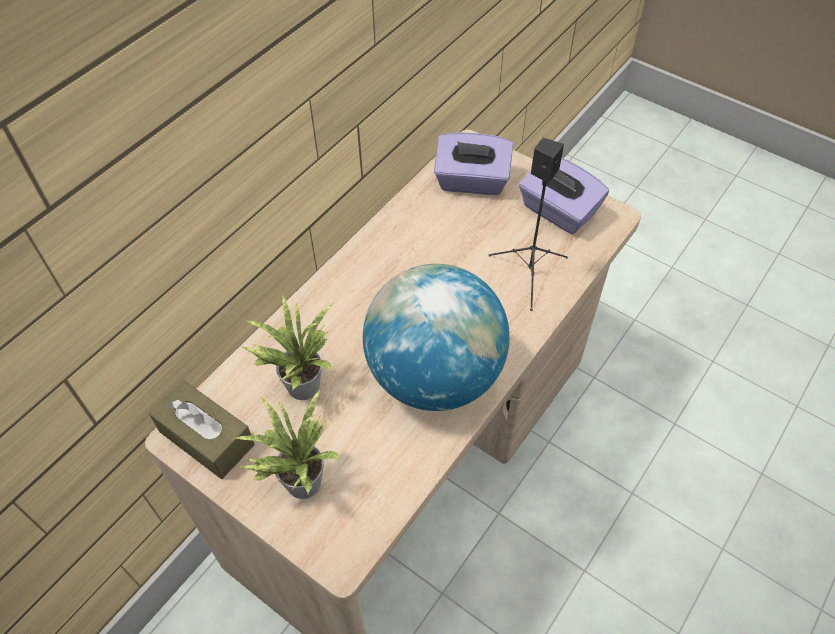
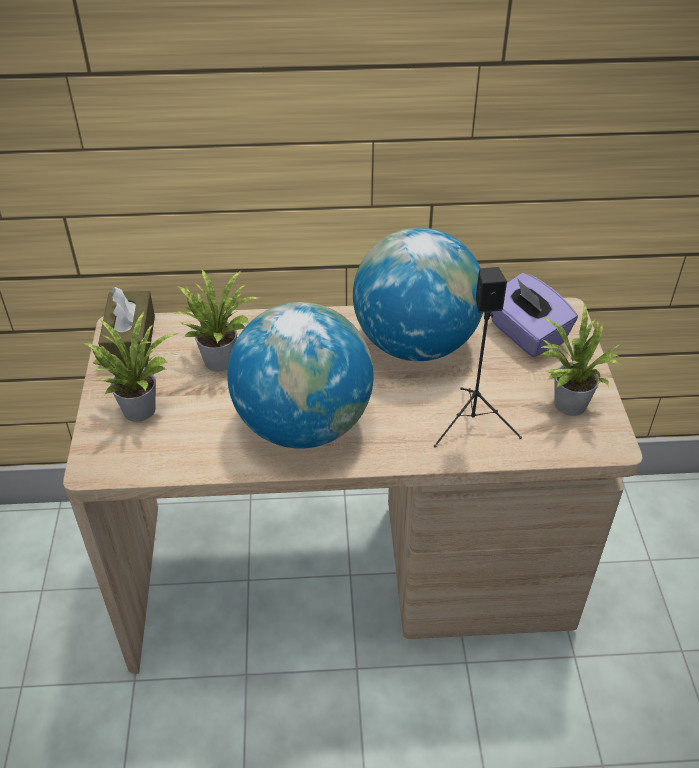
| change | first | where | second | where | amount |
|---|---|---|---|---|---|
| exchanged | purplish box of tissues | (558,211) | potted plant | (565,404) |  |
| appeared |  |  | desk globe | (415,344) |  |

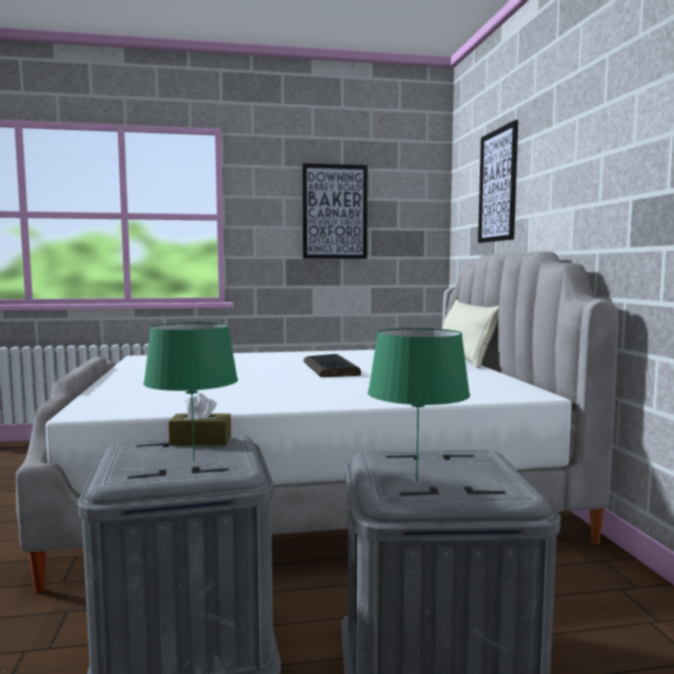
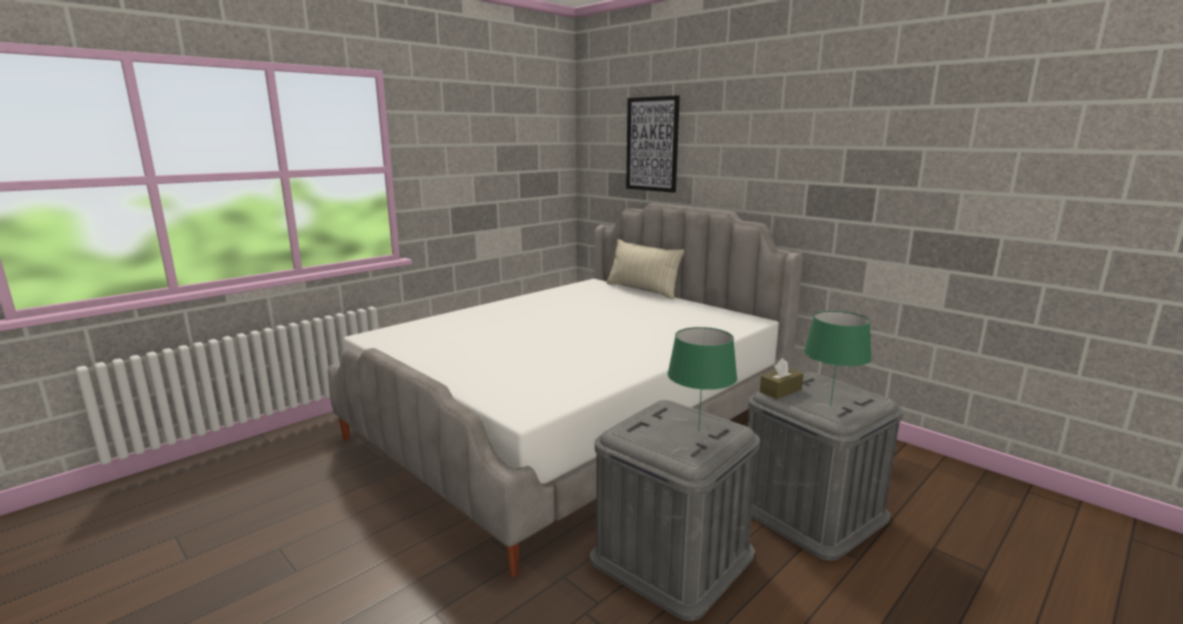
| change | first | where | second | where | amount |
|---|---|---|---|---|---|
| relocated | brownish box of tissues | (200,441) |  | (780,390) |  |
| missing | wall art | (334,212) |  |  |  |
| missing | PC keyboard | (331,368) |  |  |  |

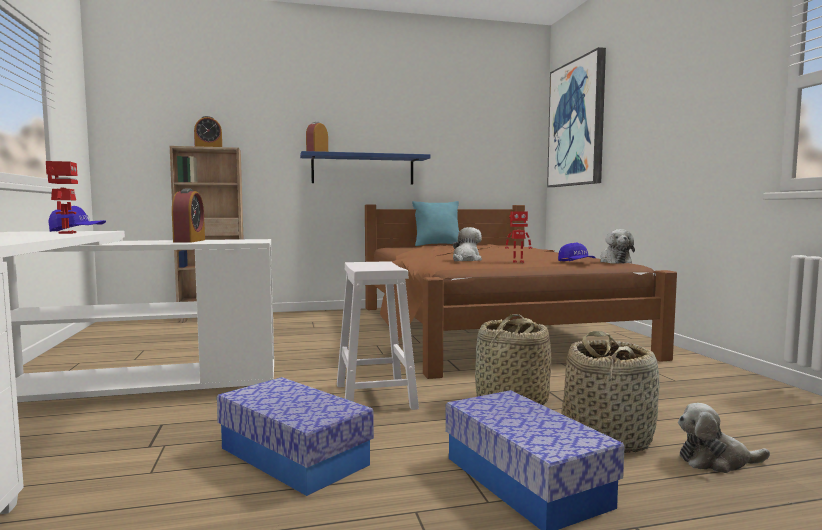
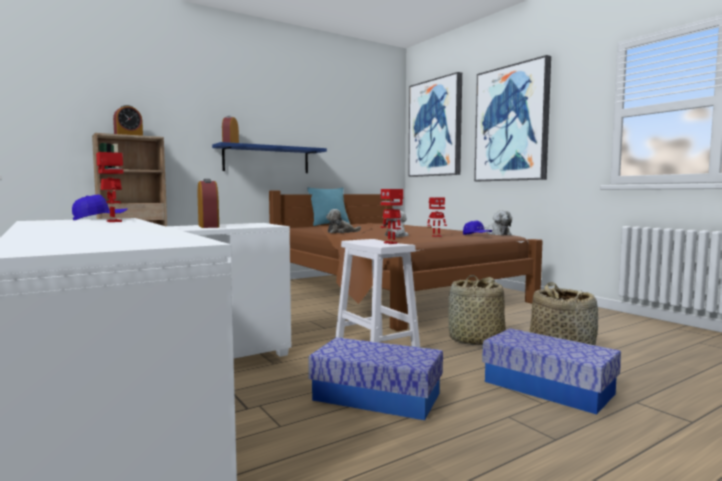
| change | first | where | second | where | amount |
|---|---|---|---|---|---|
| relocated | soft toy | (716,461) |  | (341,232) |  |
| appeared |  |  | robot figure | (391,243) |  |
| appeared |  |  | wall art | (512,124) |  |

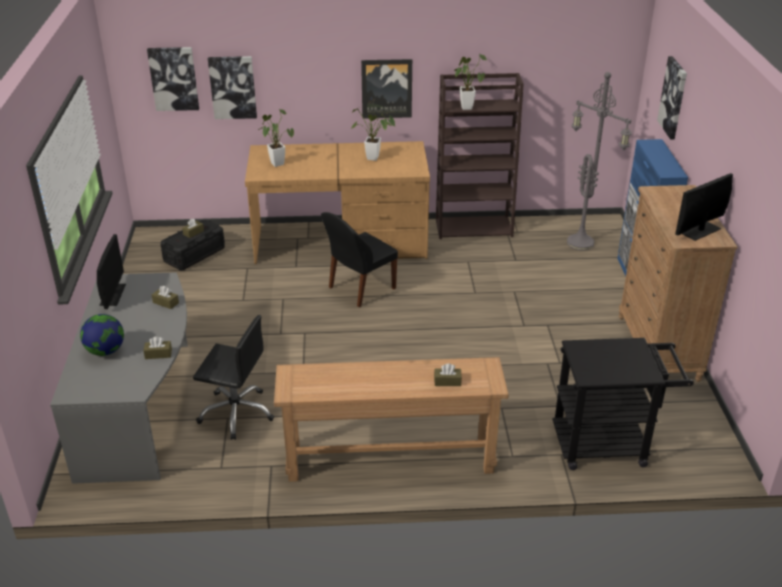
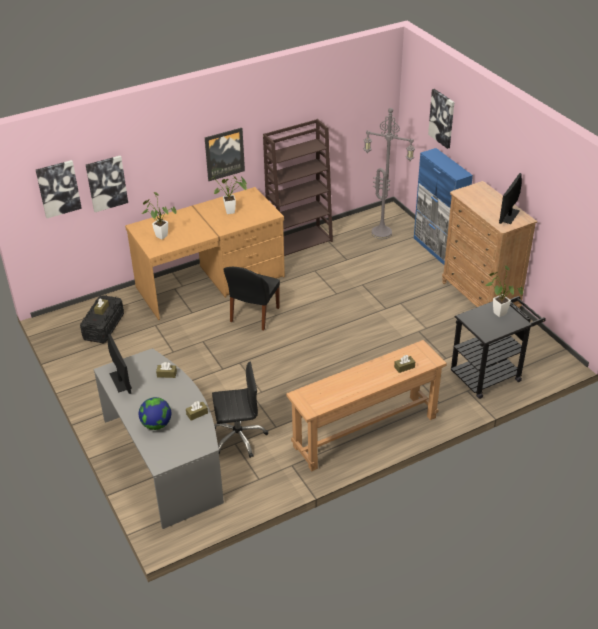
| change | first | where | second | where | amount |
|---|---|---|---|---|---|
| relocated | potted plant | (466,106) |  | (498,312) |  |

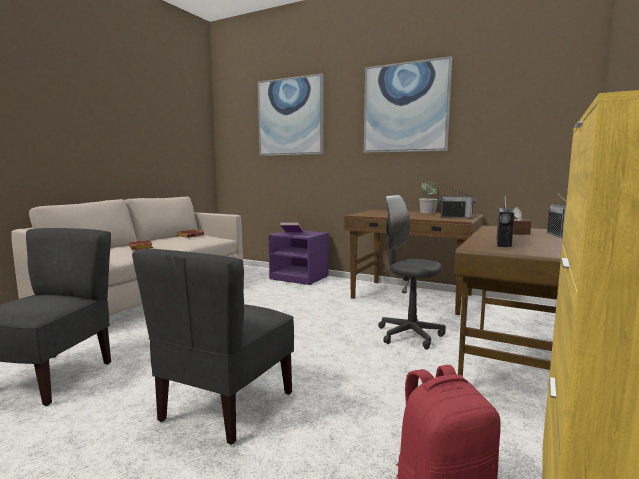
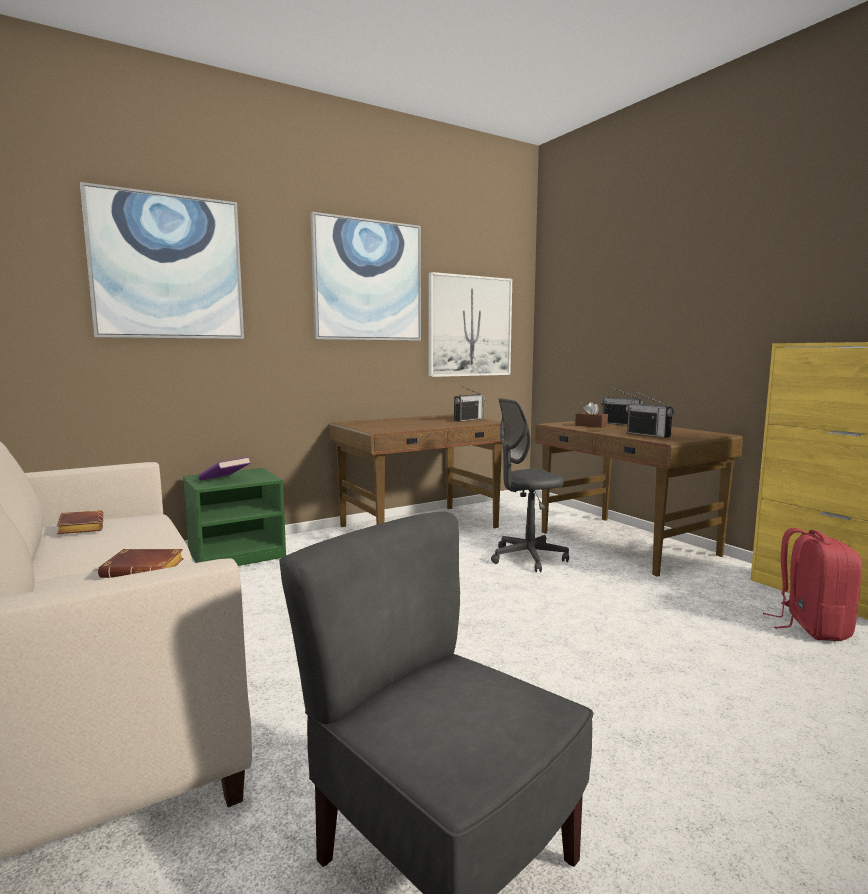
| change | first | where | second | where | amount |
|---|---|---|---|---|---|
| missing | grey chair | (225,406) |  |  |  |
| colour | purplish nightstand | (300,278) | green-coloured nightstand | (237,555) |  |
| missing | potted plant | (427,212) |  |  |  |
| appeared |  |  | wall art | (470,326) |  |

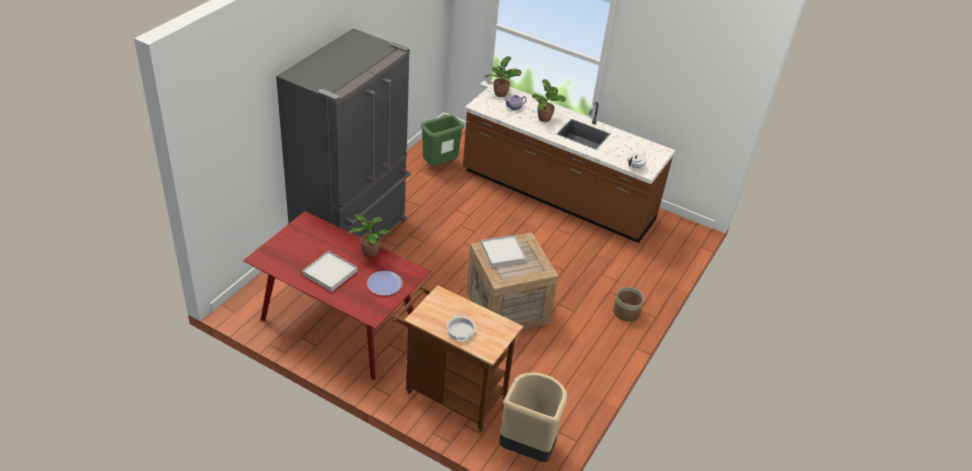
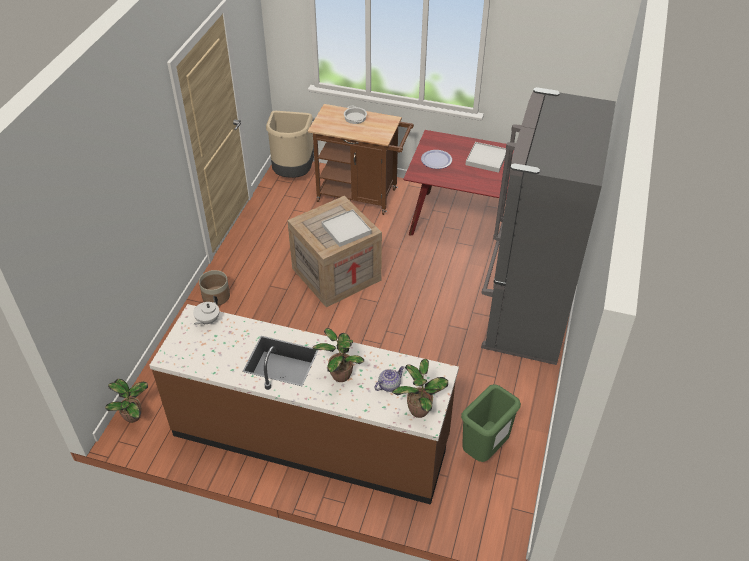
| change | first | where | second | where | amount |
|---|---|---|---|---|---|
| relocated | potted plant | (369,252) |  | (134,416) |  |

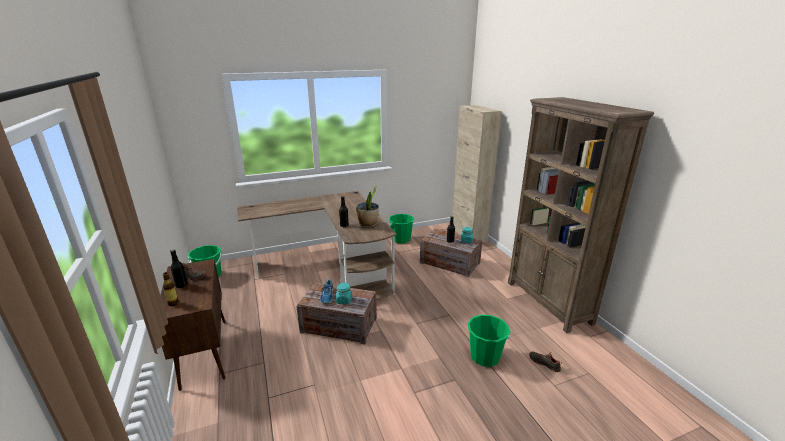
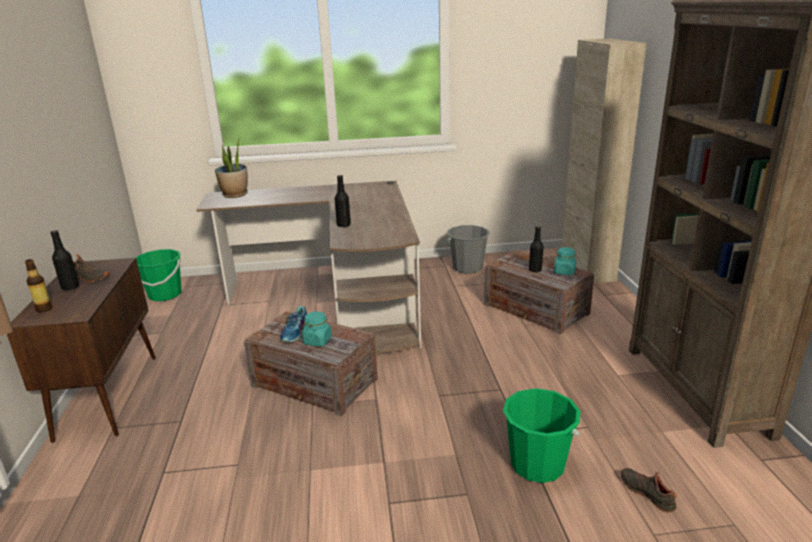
| change | first | where | second | where | amount |
|---|---|---|---|---|---|
| relocated | potted plant | (368,224) |  | (235,195) |  |
| colour | green-coloured water bucket | (401,239) | grey water bucket | (467,268) |  |

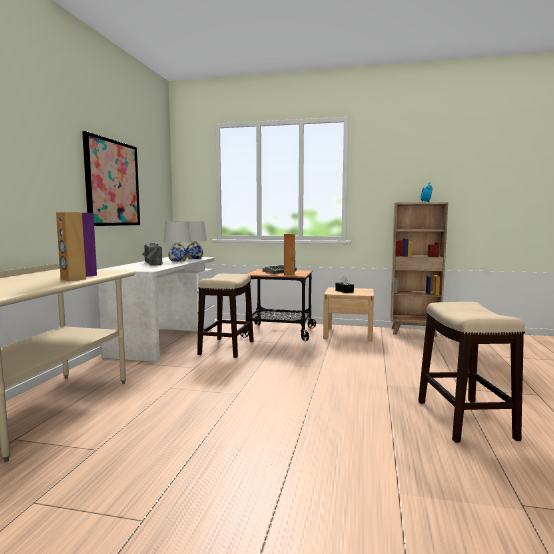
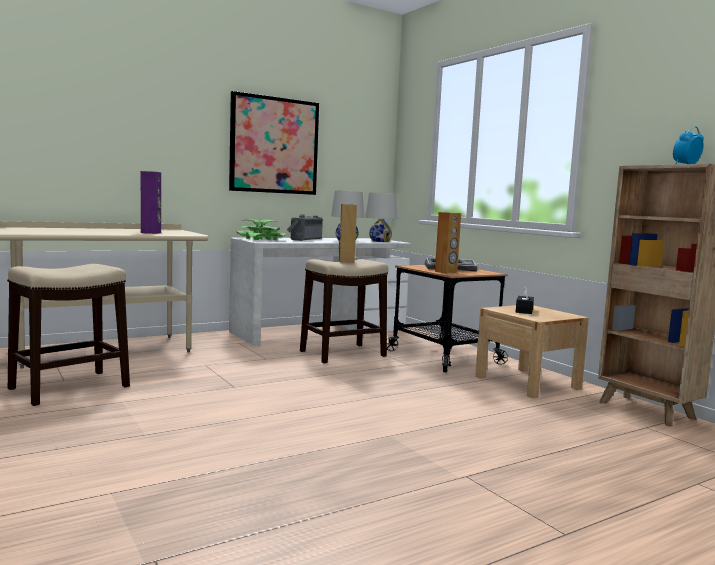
| change | first | where | second | where | amount |
|---|---|---|---|---|---|
| relocated | brownish loudspeaker | (73,279) |  | (346,261) |  |
| relocated | stool seat | (465,420) |  | (68,388) |  |
| appeared |  |  | potted plant | (260,239) |  |

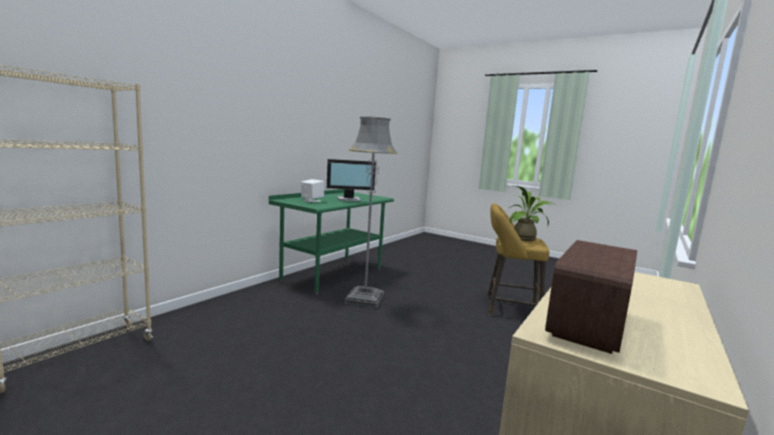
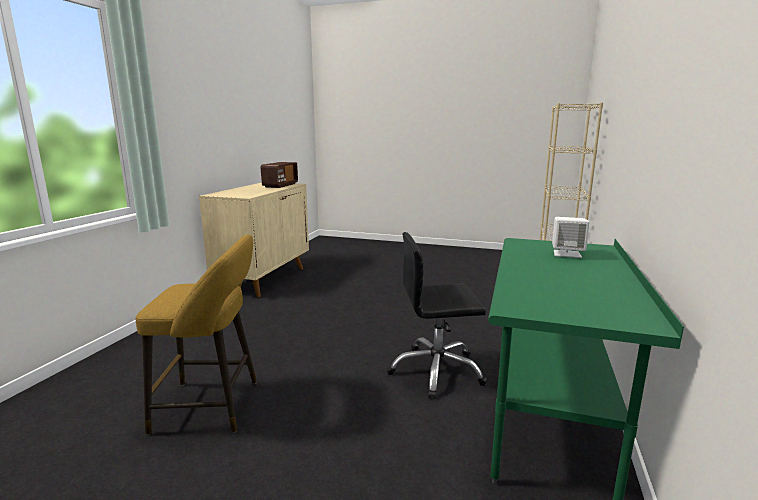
| change | first | where | second | where | amount |
|---|---|---|---|---|---|
| missing | computer screen | (349,199) |  |  |  |
| exchanged | grey standard lamp | (364,299) | blackish computer chair | (436,371) |  |
| missing | potted plant | (527,239) |  |  |  |

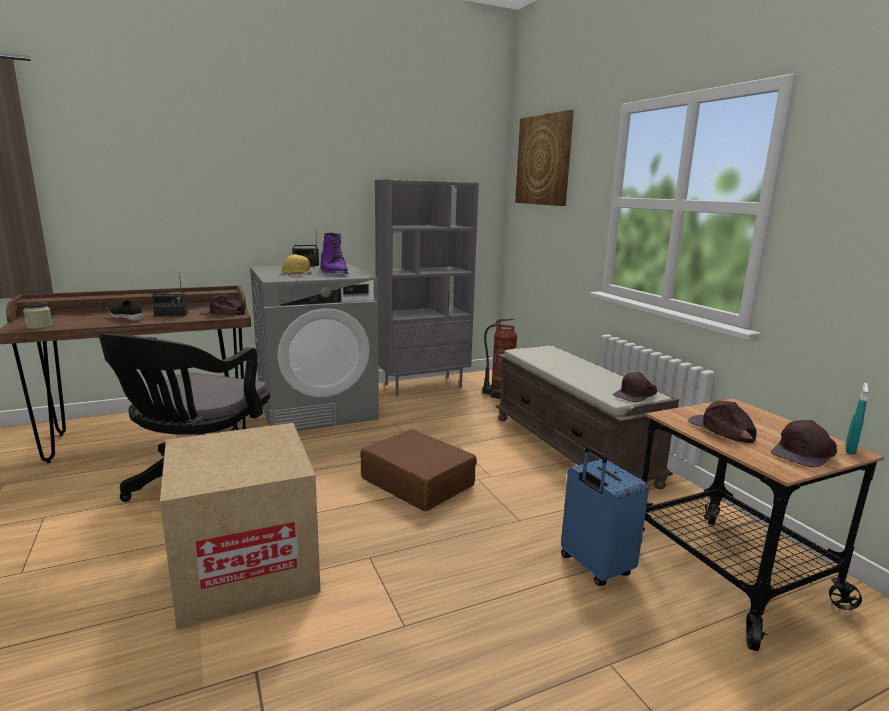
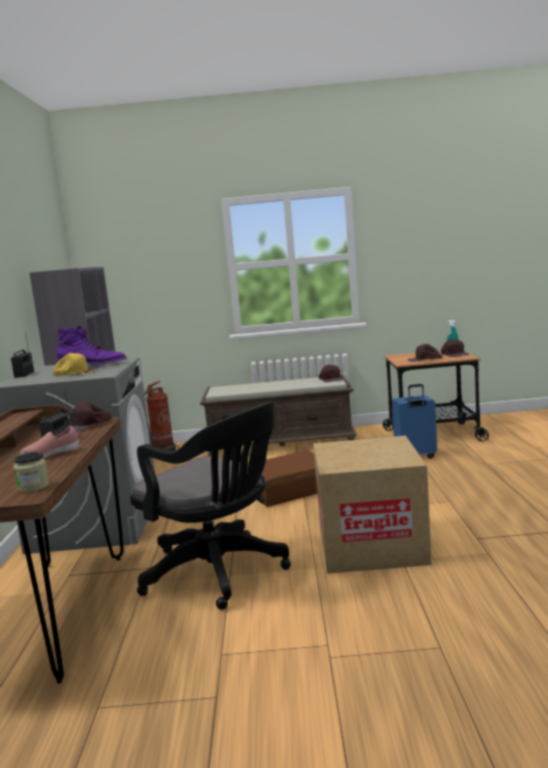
| change | first | where | second | where | amount |
|---|---|---|---|---|---|
| colour | blackish low shoe | (127,318) | pink low shoe | (50,455) |  |
| missing | wall art | (544,160) |  |  |  |

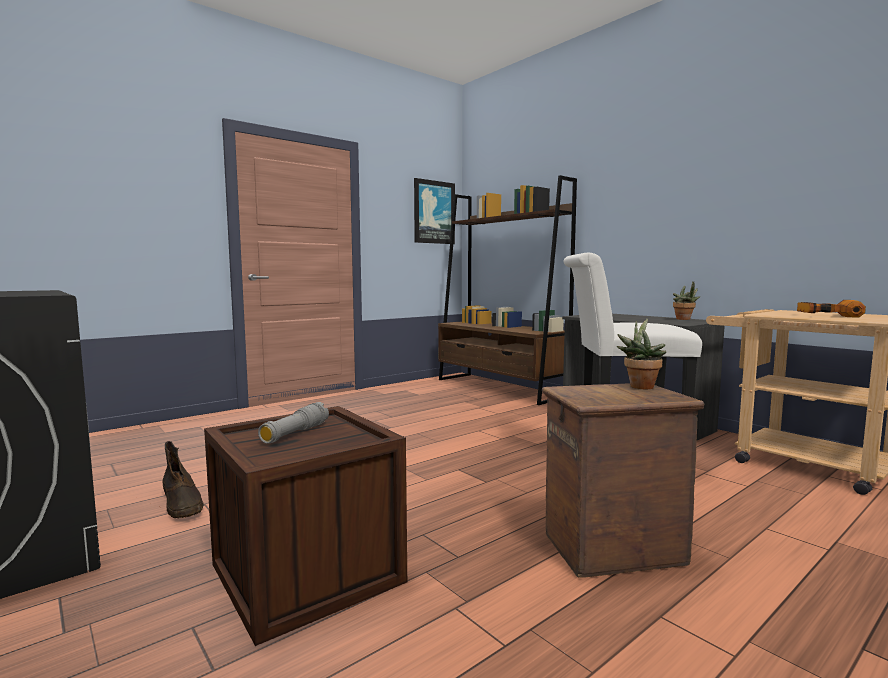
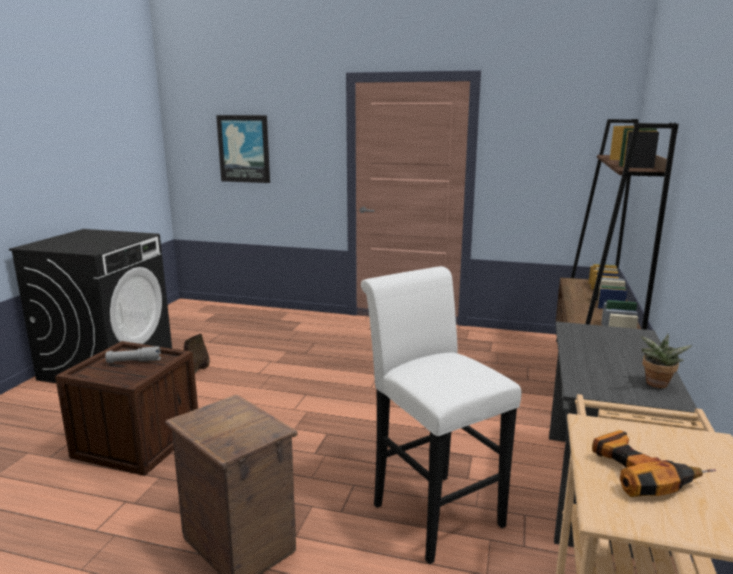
| change | first | where | second | where | amount |
|---|---|---|---|---|---|
| relocated | wall art | (434,212) |  | (244,149) |  |
| missing | potted plant | (640,386) |  |  |  |

